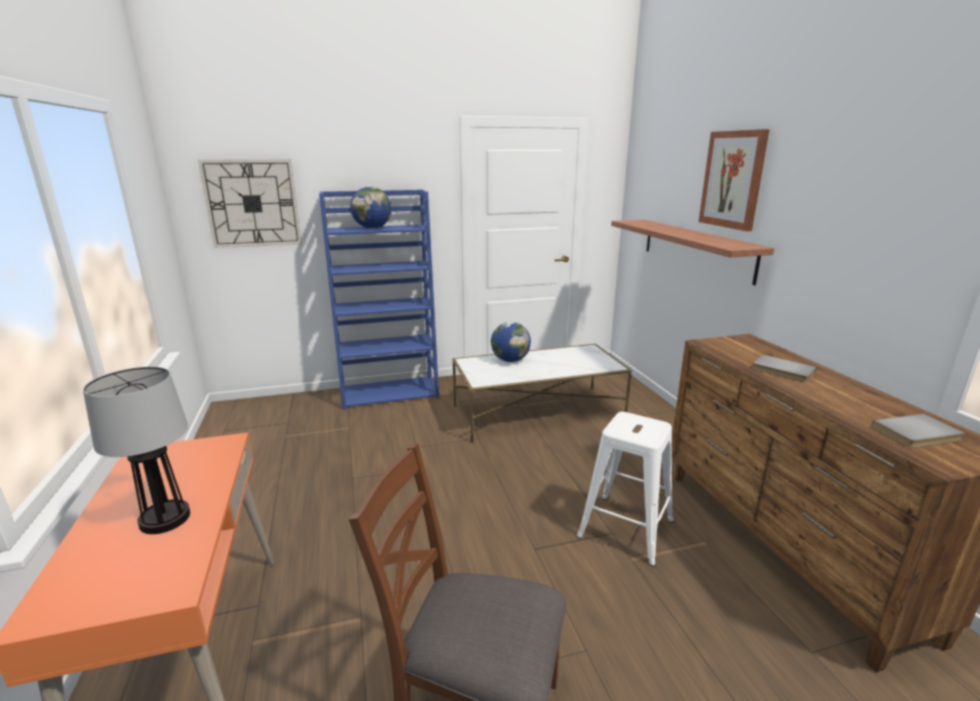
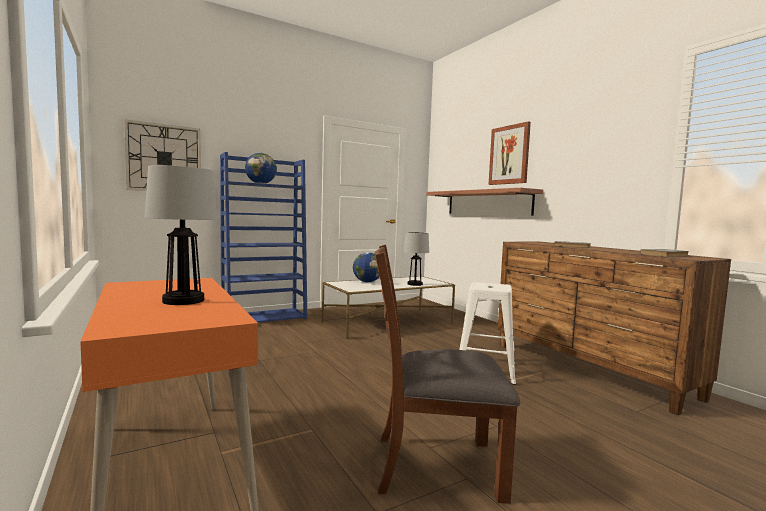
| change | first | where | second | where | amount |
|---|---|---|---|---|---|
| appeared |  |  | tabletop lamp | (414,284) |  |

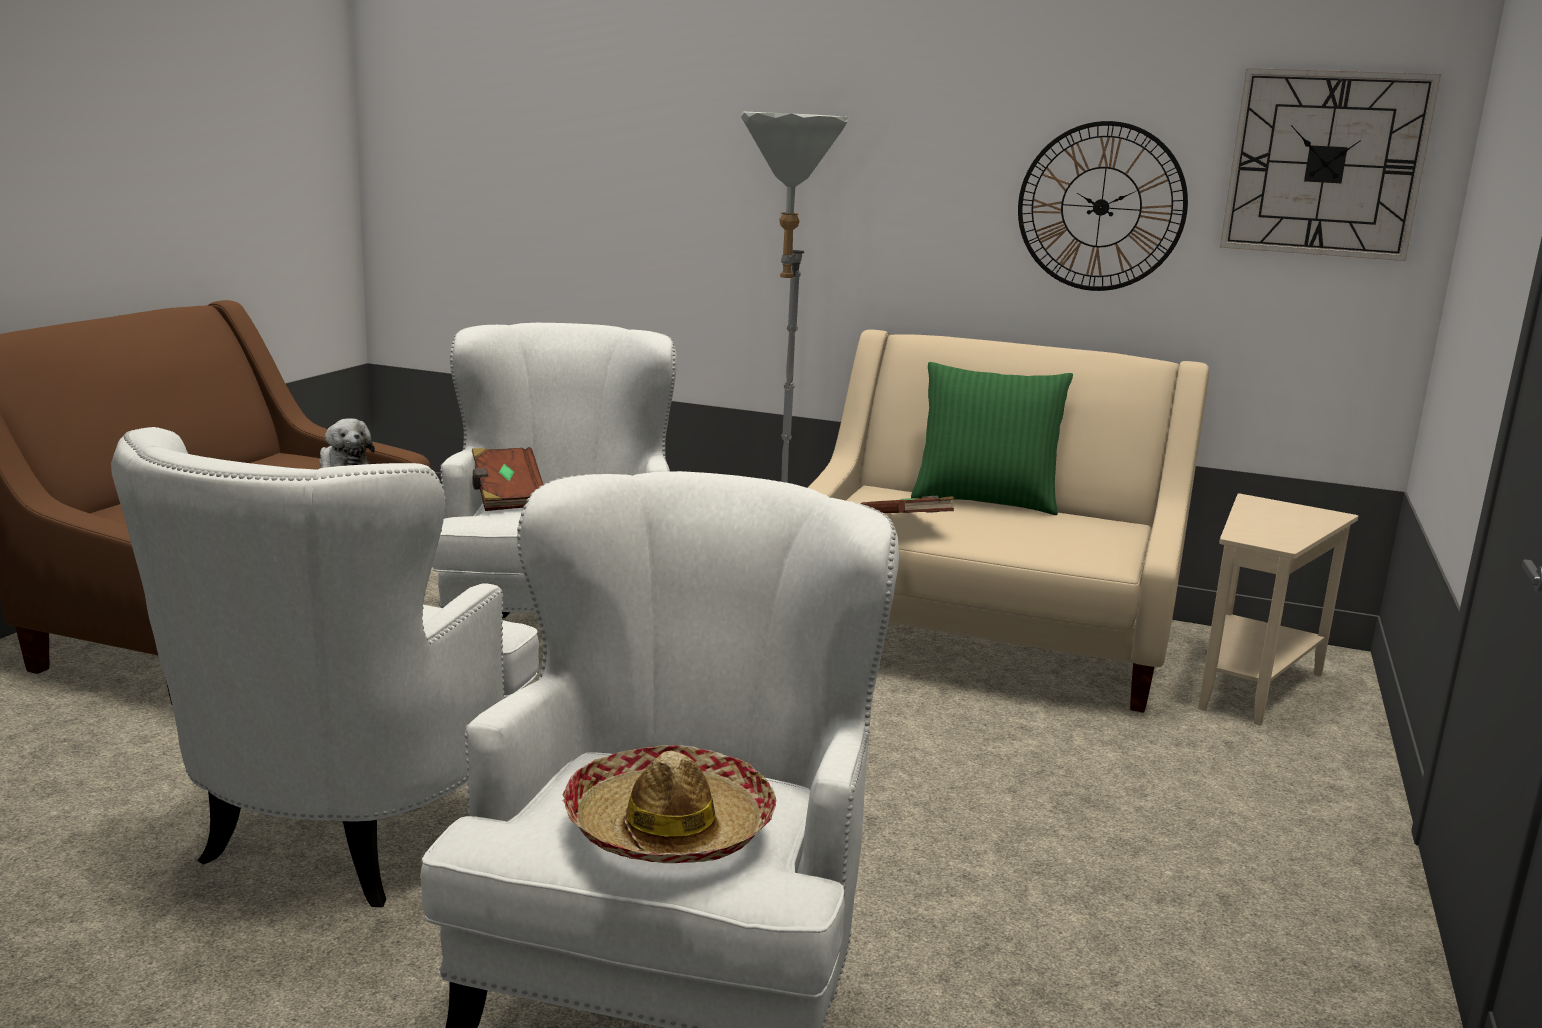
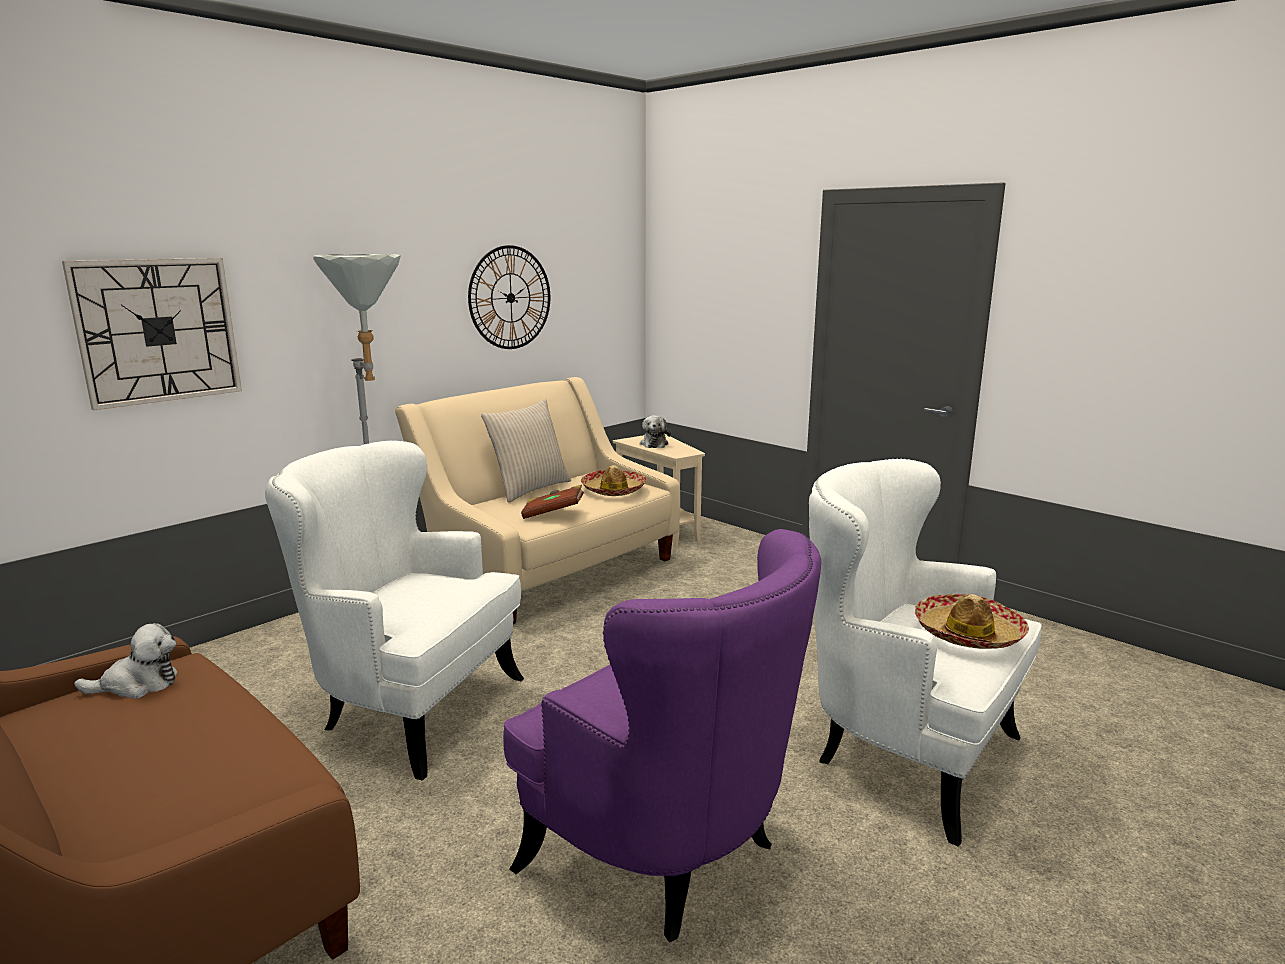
| change | first | where | second | where | amount |
|---|---|---|---|---|---|
| colour | white-coloured lounge chair | (345,837) | purplish lounge chair | (668,854) |  |
| missing | brownish bound book | (507,497) |  |  |  |
| colour | green-coloured throw pillow | (984,501) | sand-coloured throw pillow | (529,489) |  |
| relocated | wall clock | (1325,164) |  | (158,331) |  |
| appeared |  |  | wearable hat | (613,490) |  |
| appeared |  |  | soft toy | (654,444) |  |

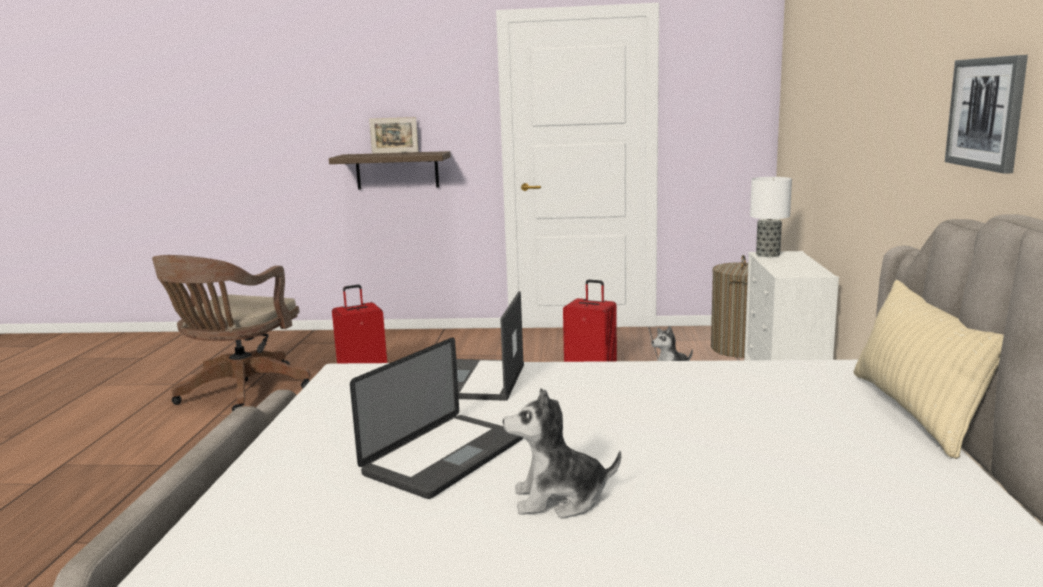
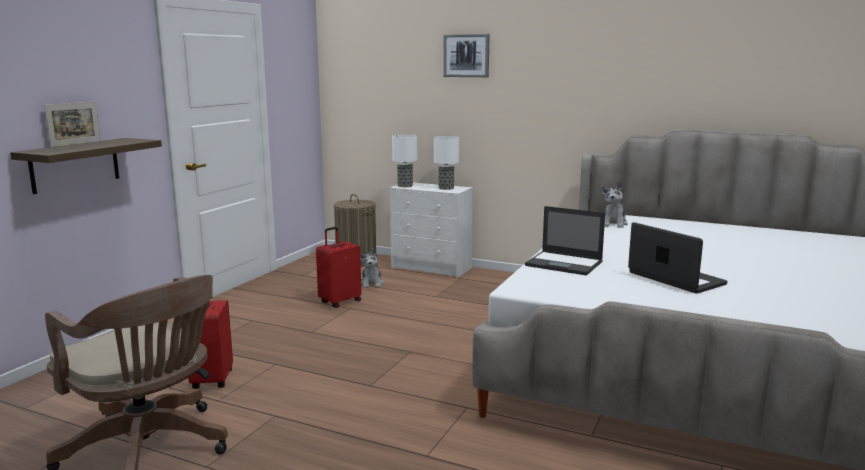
| change | first | where | second | where | amount |
|---|---|---|---|---|---|
| relocated | soft toy | (559,499) |  | (613,224) |  |
| missing | sand-coloured throw pillow | (914,411) |  |  |  |
| relocated | wall art | (986,113) |  | (466,55) |  |
| appeared |  |  | tabletop lamp | (446,188) |  |

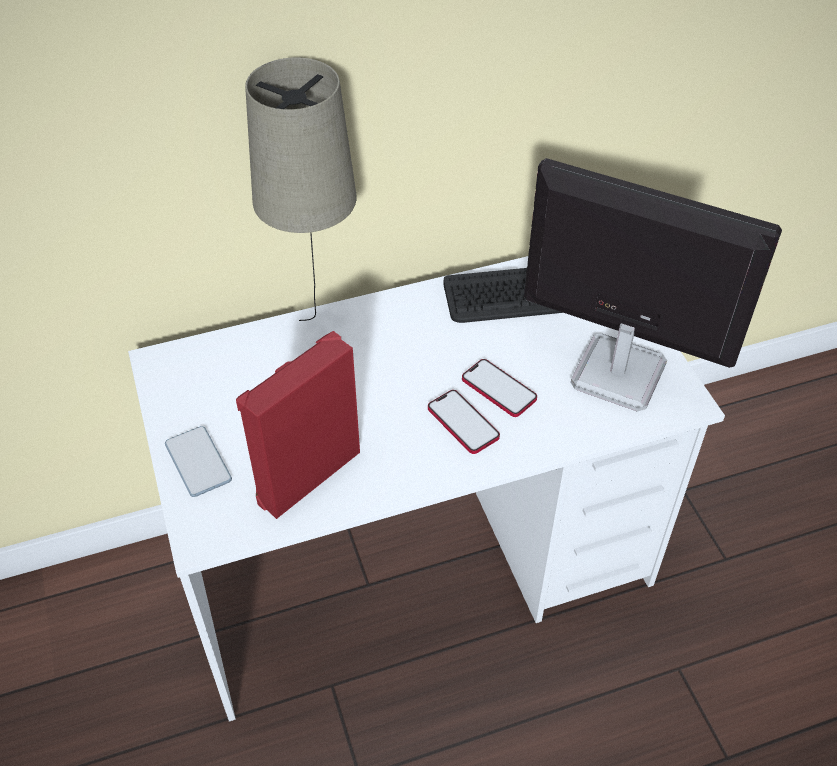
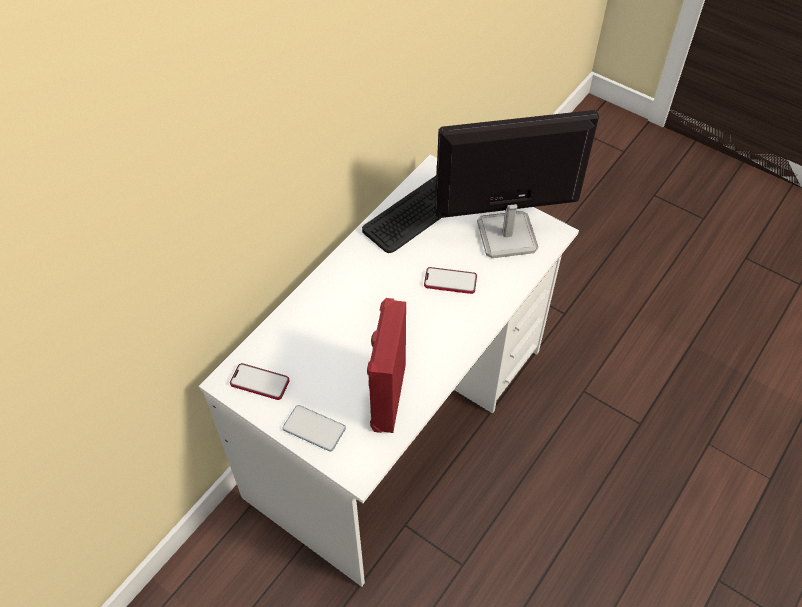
| change | first | where | second | where | amount |
|---|---|---|---|---|---|
| missing | sand-coloured tabletop lamp | (319,329) |  |  |  |
| relocated | phone | (463,423) |  | (260,382) |  |

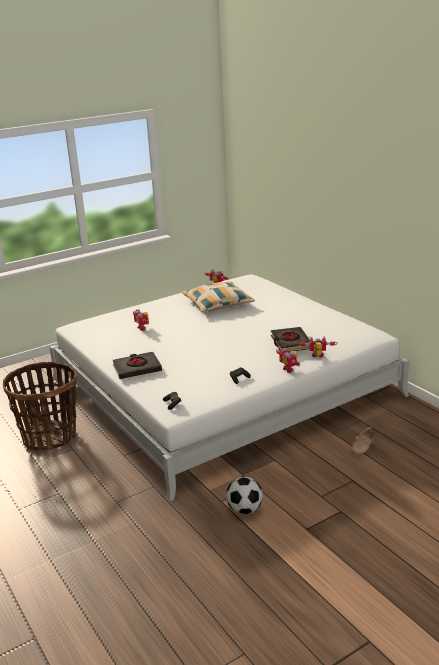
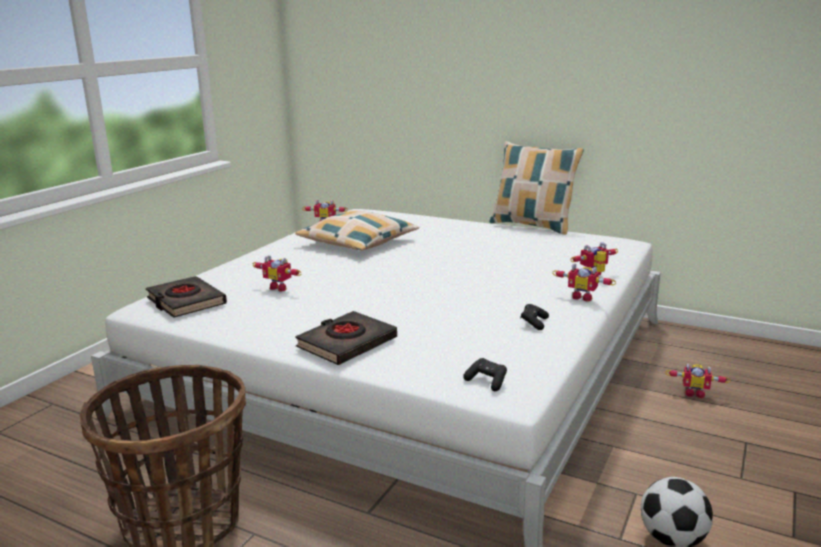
| change | first | where | second | where | amount |
|---|---|---|---|---|---|
| relocated | blackish bound book | (290,343) |  | (186,302) |  |
| exchanged | sand-coloured low shoe | (364,446) | robot figure | (694,393) |  |
| appeared |  |  | throw pillow | (532,226) |  |

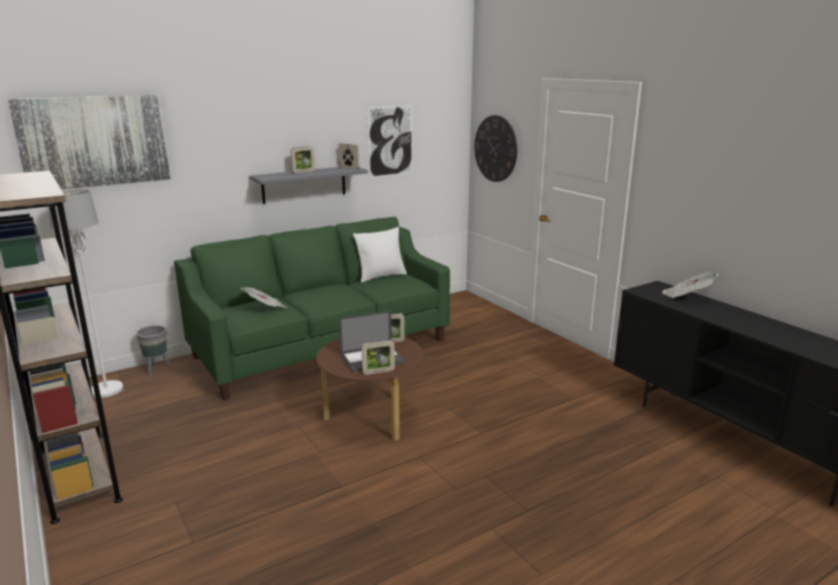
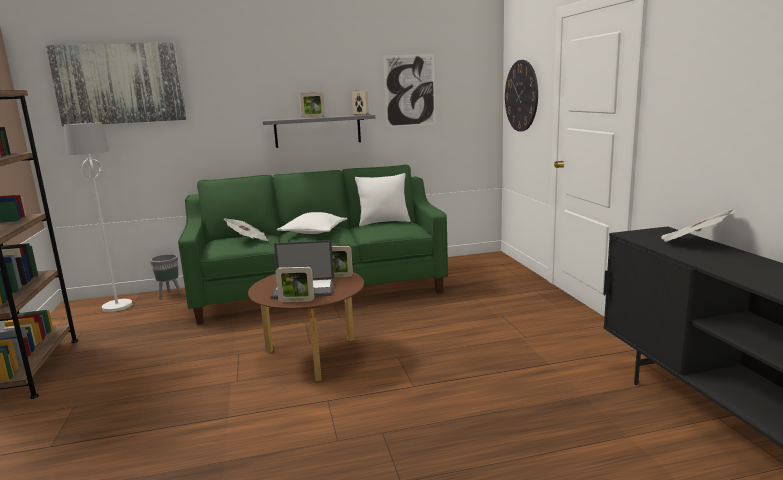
| change | first | where | second | where | amount |
|---|---|---|---|---|---|
| appeared |  |  | white-coloured throw pillow | (313,232) |  |

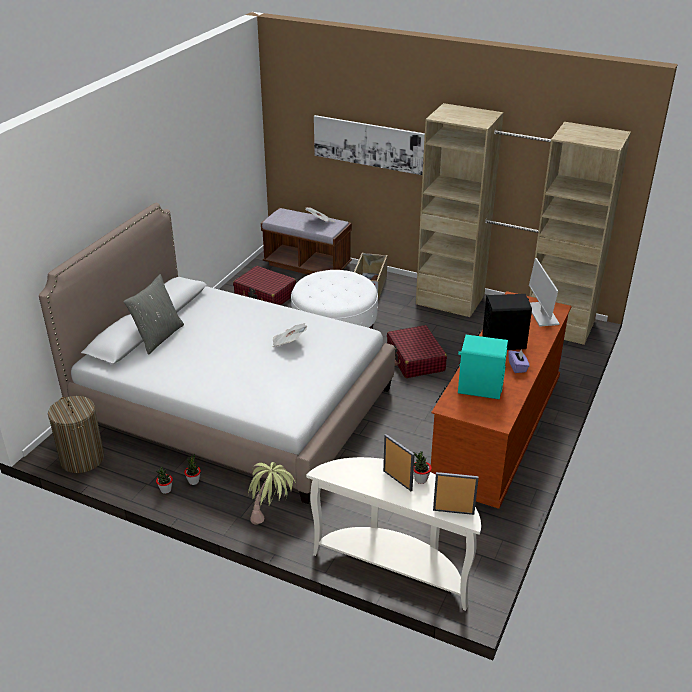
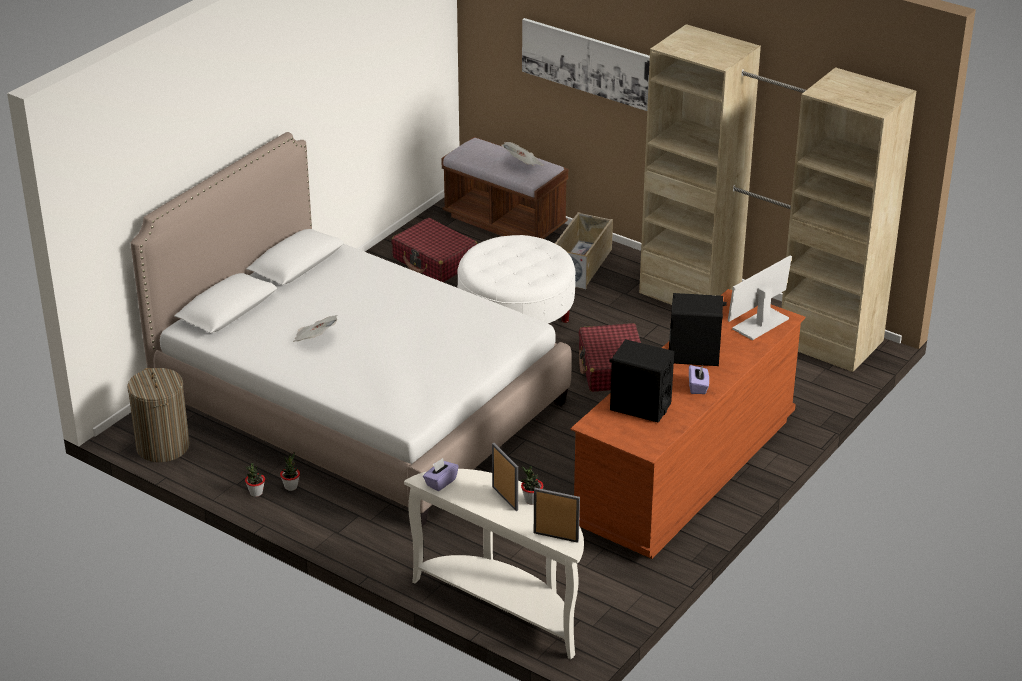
| change | first | where | second | where | amount |
|---|---|---|---|---|---|
| missing | grey throw pillow | (158,337) |  |  |  |
| missing | potted plant | (272,517) |  |  |  |
| relocated | daily paper | (288,343) |  | (315,339) |  |
| colour | blue-green loudspeaker | (479,388) | blackish loudspeaker | (640,407) |  |
| spun | computer screen | (542,314) |  | (760,323) | 45 degrees clockwise |
| appeared |  |  | purplish box of tissues | (440,482) |  |

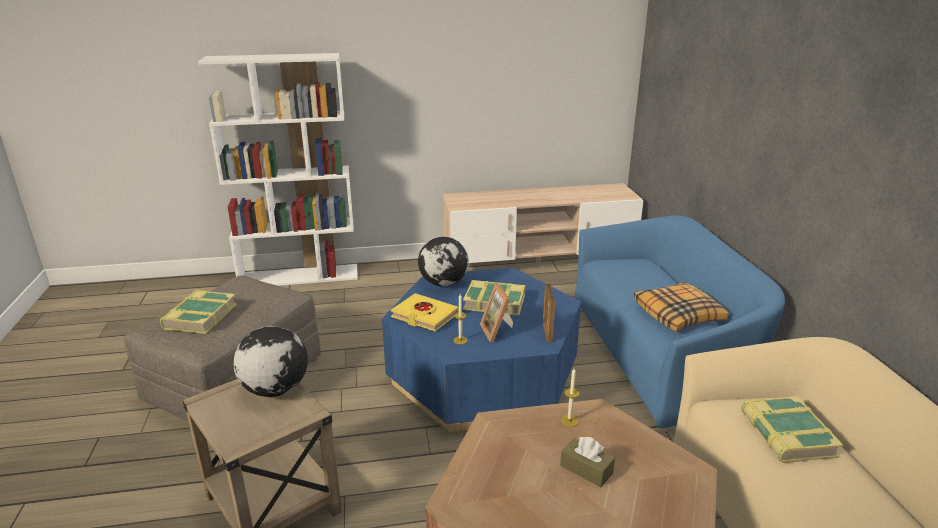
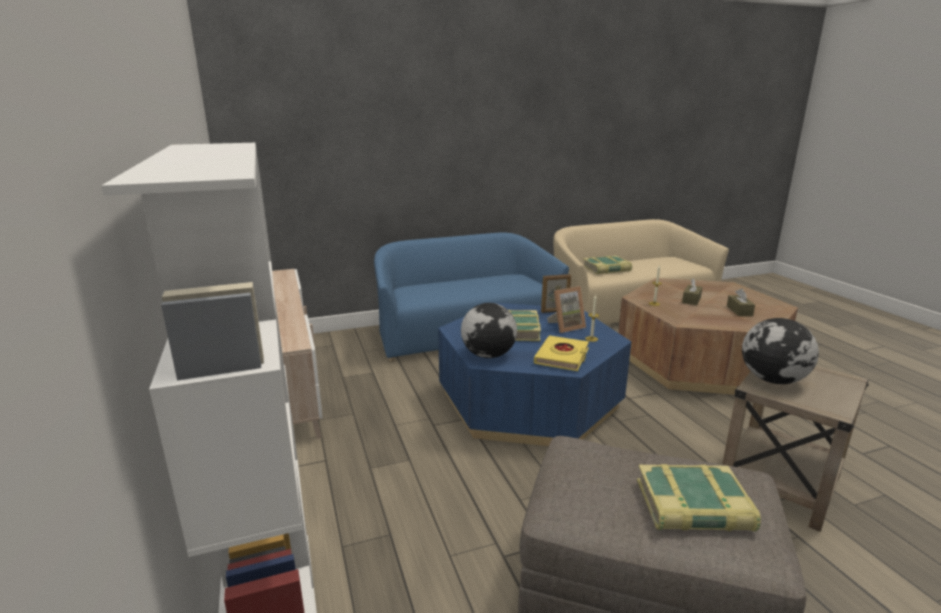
| change | first | where | second | where | amount |
|---|---|---|---|---|---|
| missing | throw pillow | (679,315) |  |  |  |
| appeared |  |  | brownish box of tissues | (739,311) |  |

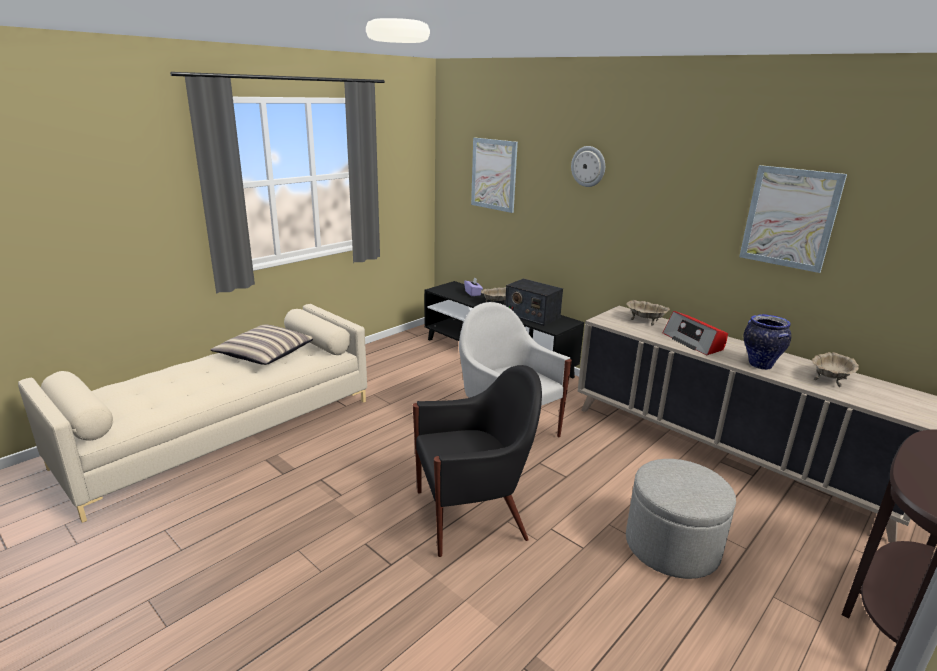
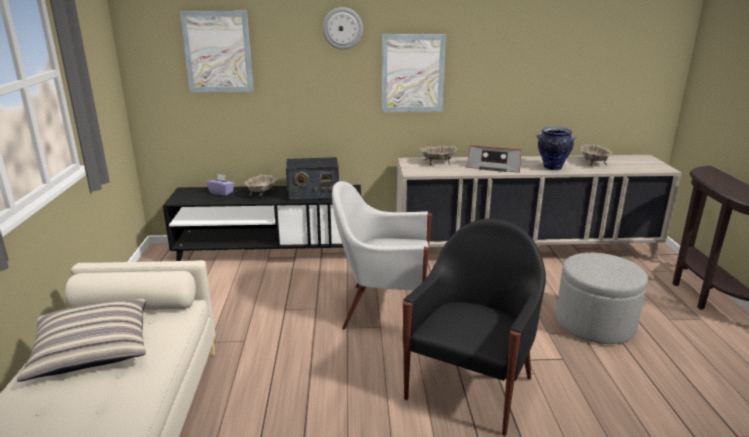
| change | first | where | second | where | amount |
|---|---|---|---|---|---|
| relocated | wall art | (789,218) |  | (412,73) |  |

